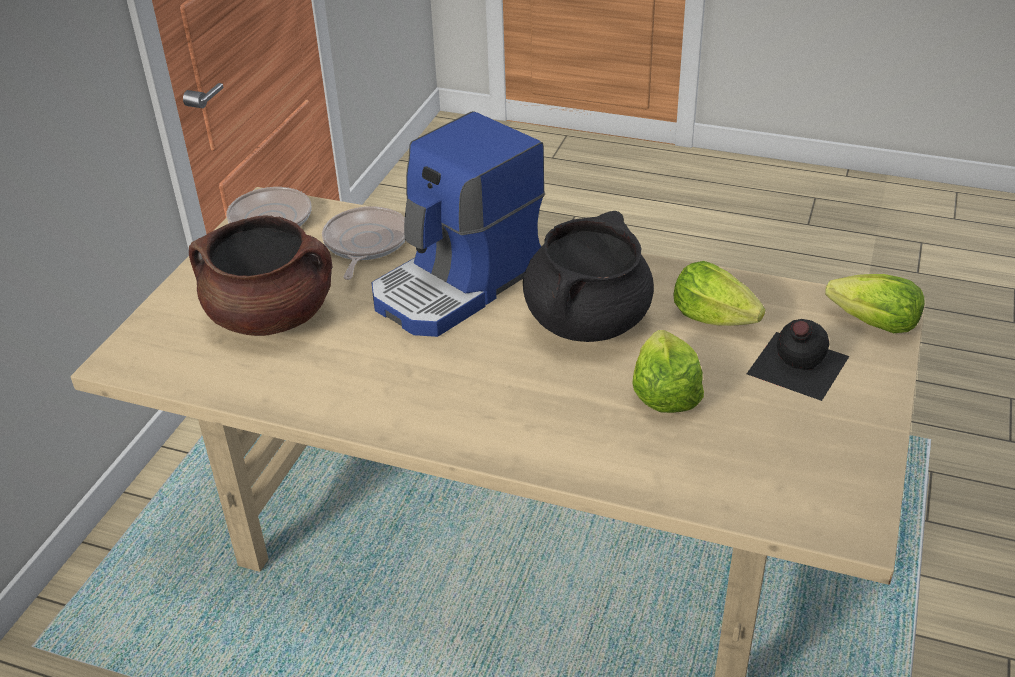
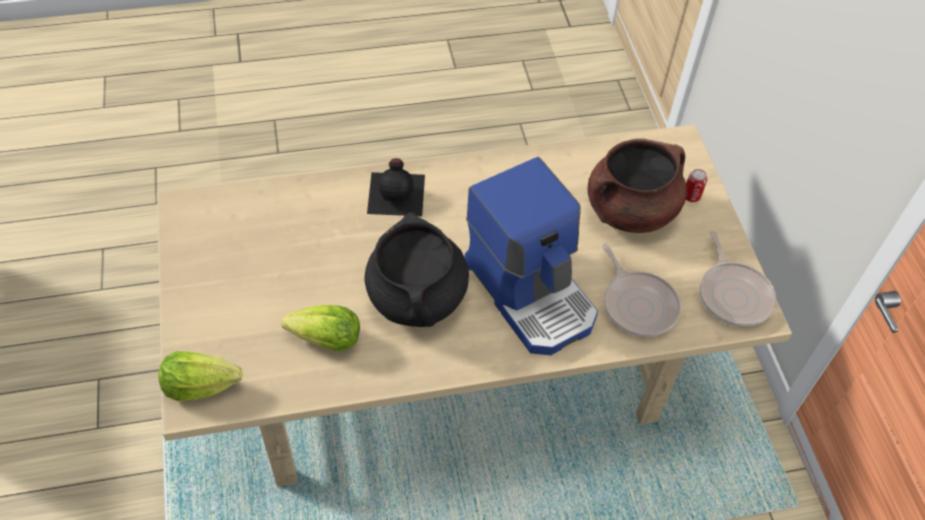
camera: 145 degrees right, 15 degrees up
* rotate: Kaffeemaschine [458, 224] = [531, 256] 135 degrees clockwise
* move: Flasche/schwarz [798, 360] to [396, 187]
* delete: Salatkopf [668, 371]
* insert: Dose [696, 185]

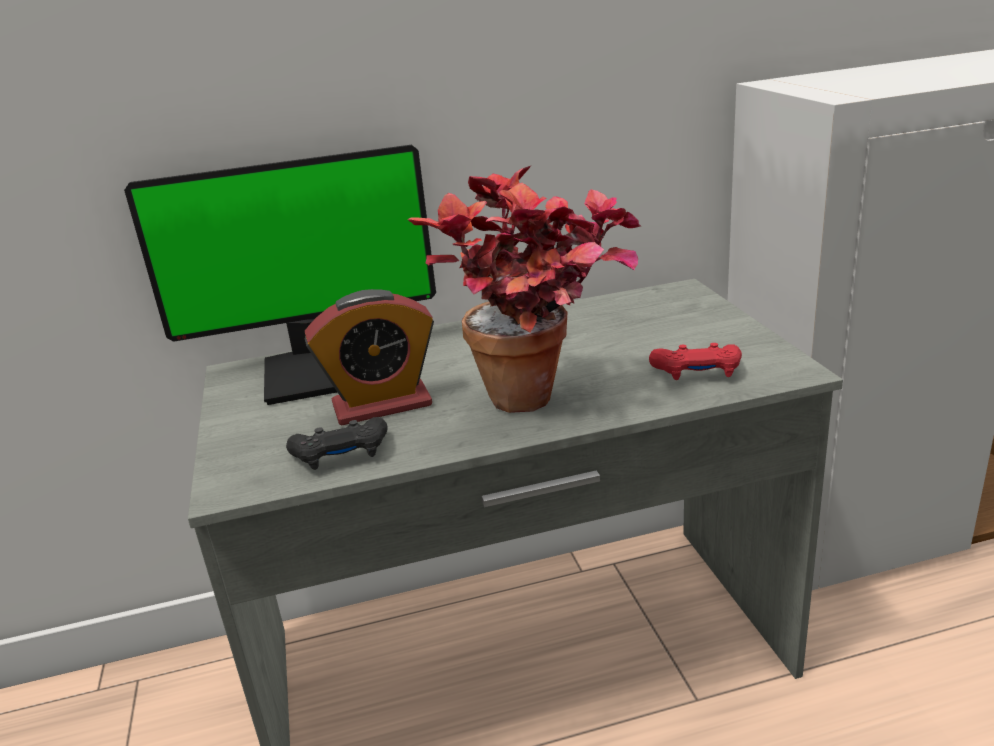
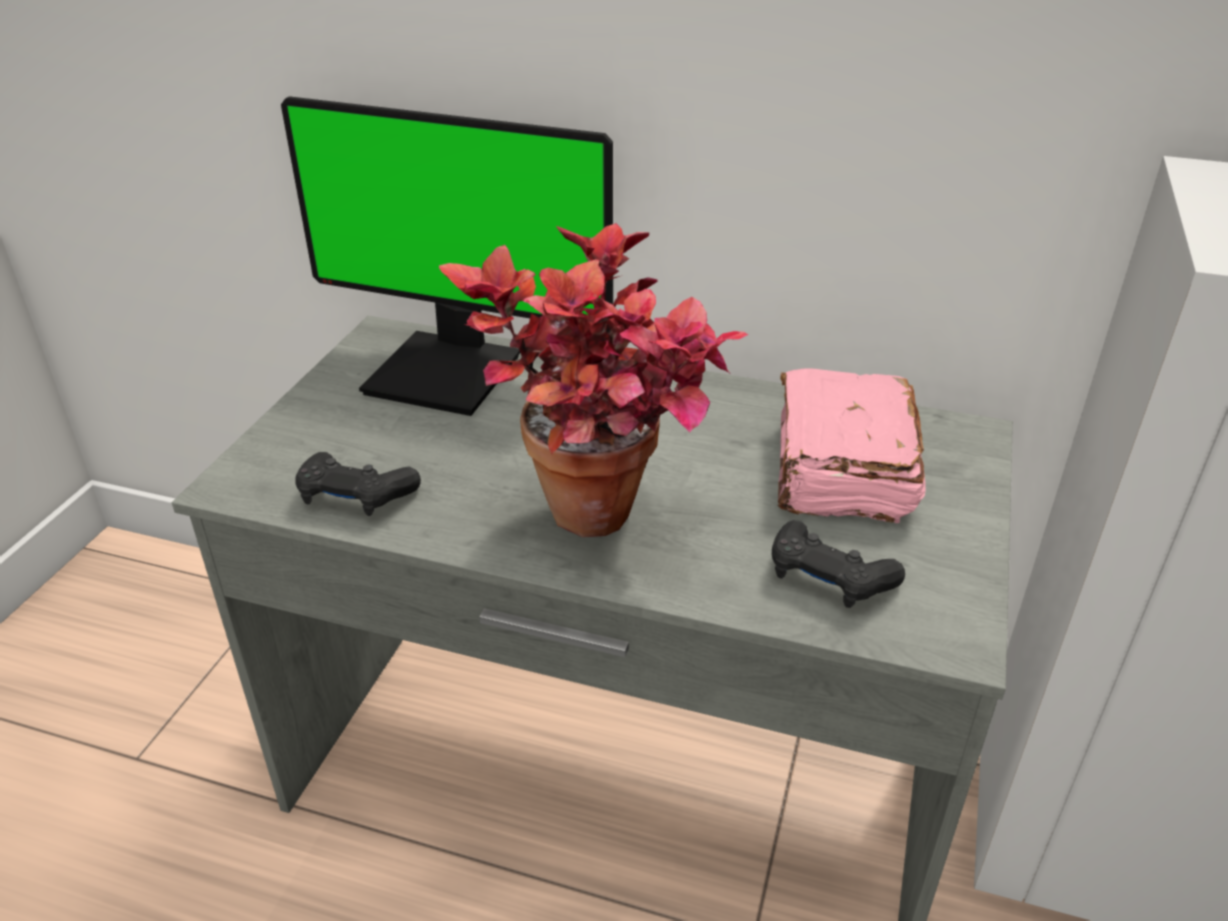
camera: 30 degrees right, 10 degrees up
* delete: Wecker [369, 357]
* recolor: Gamepad/rot [695, 361] to Gamepad/schwarz [838, 564]
* insert: Buch/rosa [852, 445]

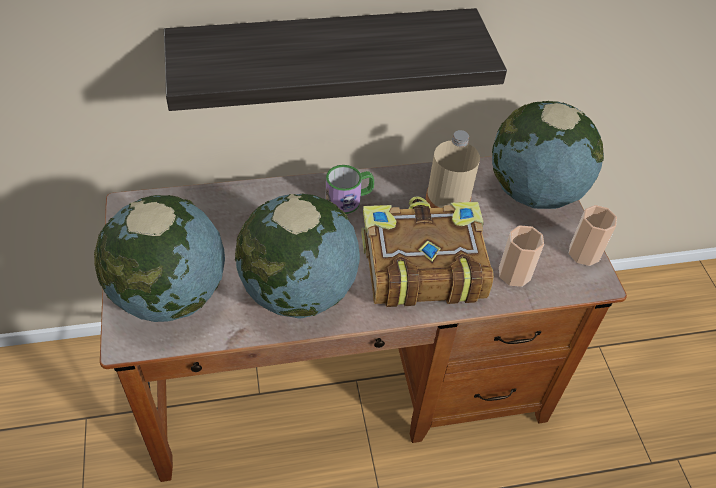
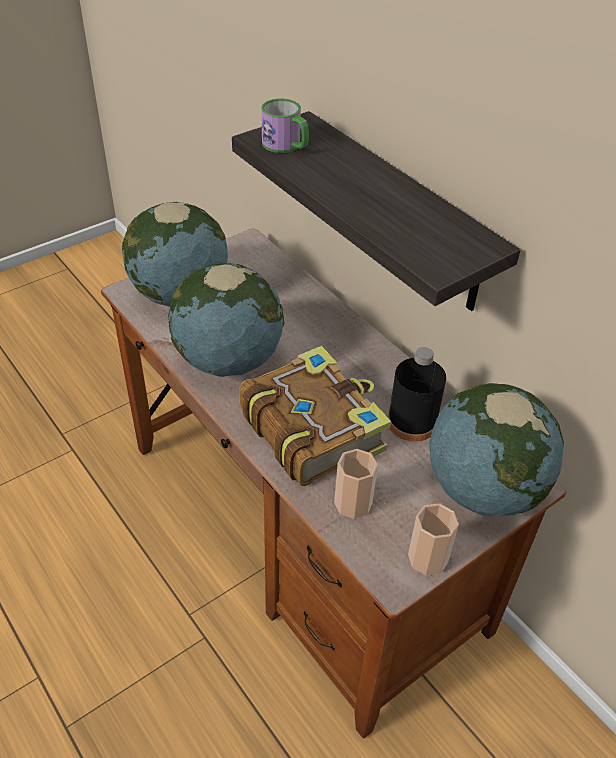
camera: 65 degrees right, 5 degrees down
* recolor: Flasche/beige [453, 169] to Flasche/schwarz [417, 394]
* move: Henkelbecher [350, 189] to [285, 125]

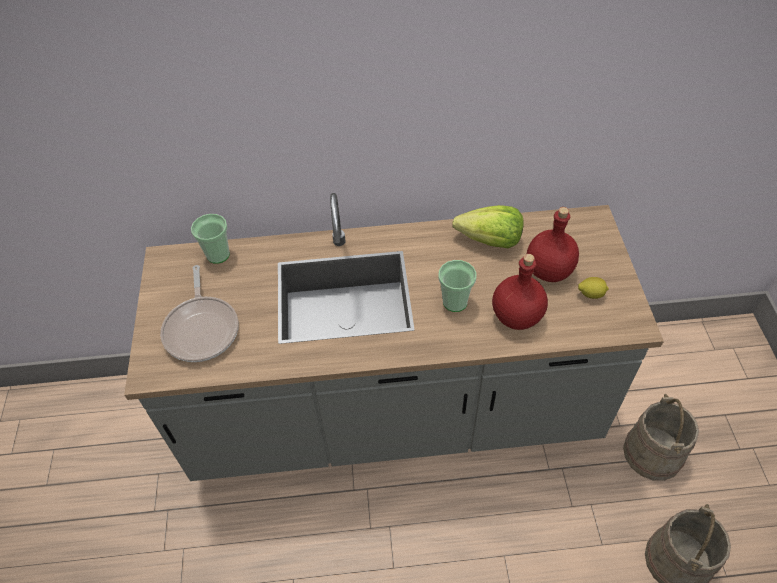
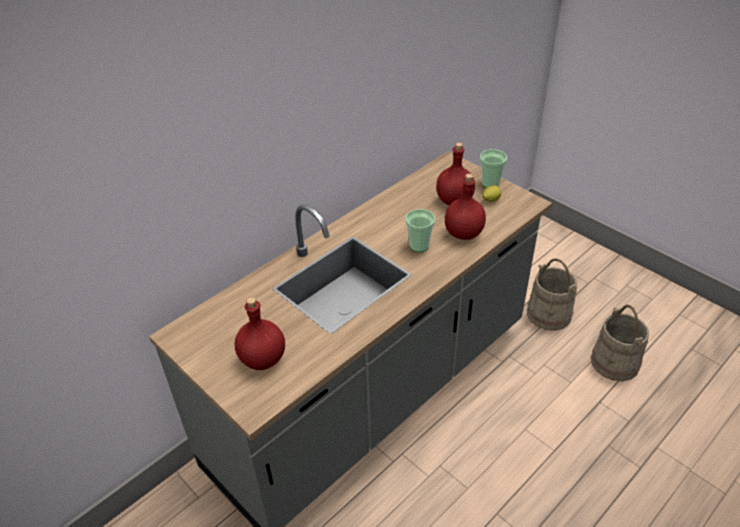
camera: 40 degrees left, 10 degrees down
* delete: Salatkopf [488, 226]
* move: Tasse [210, 239] to [493, 168]
* replace: Pfanne [199, 313] to Flasche/rot [259, 333]

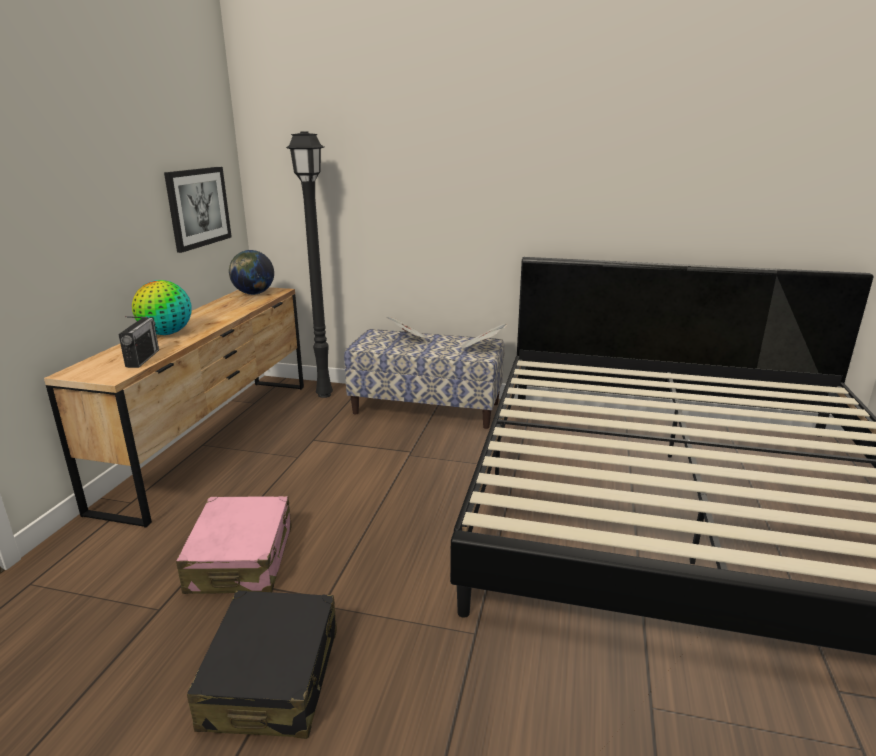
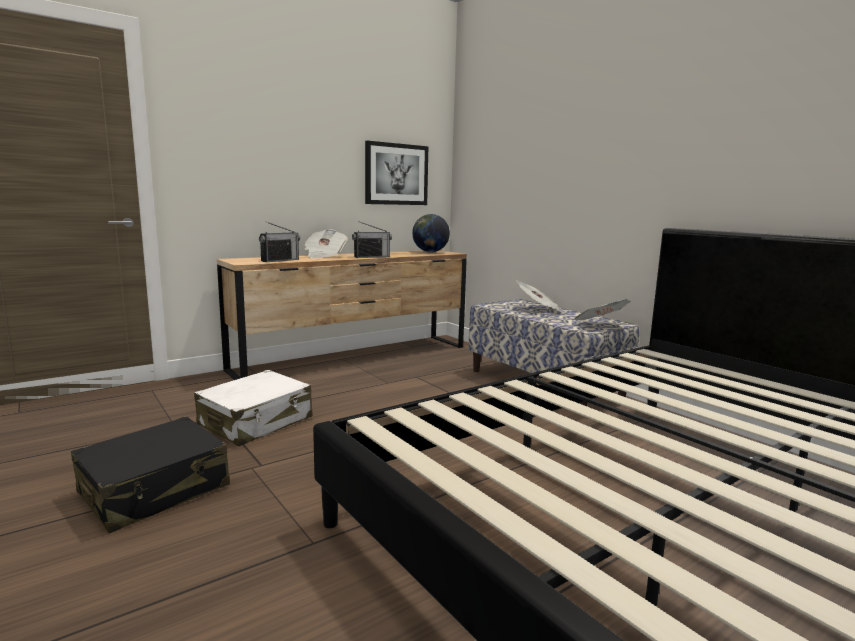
camera: 40 degrees right, 10 degrees down
* delete: Stehlampe/schwarz [309, 265]
* replace: Globus [161, 307] to Zeitung [326, 243]
* recolor: Koffer/rosa [234, 545] to Koffer/weiß [253, 408]
* insert: Radio [372, 239]

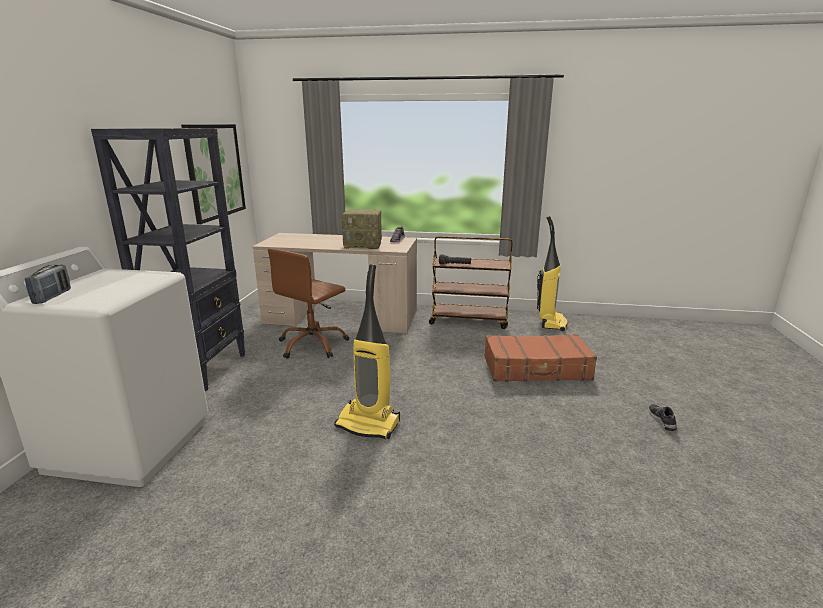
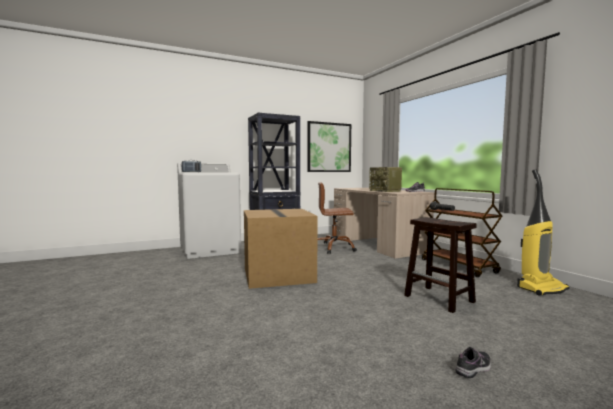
camera: 55 degrees right, 15 degrees down
* replace: Staubsauger [367, 351] to Karton [280, 249]
* replace: Koffer/braun [540, 358] to Hocker/braun [440, 265]

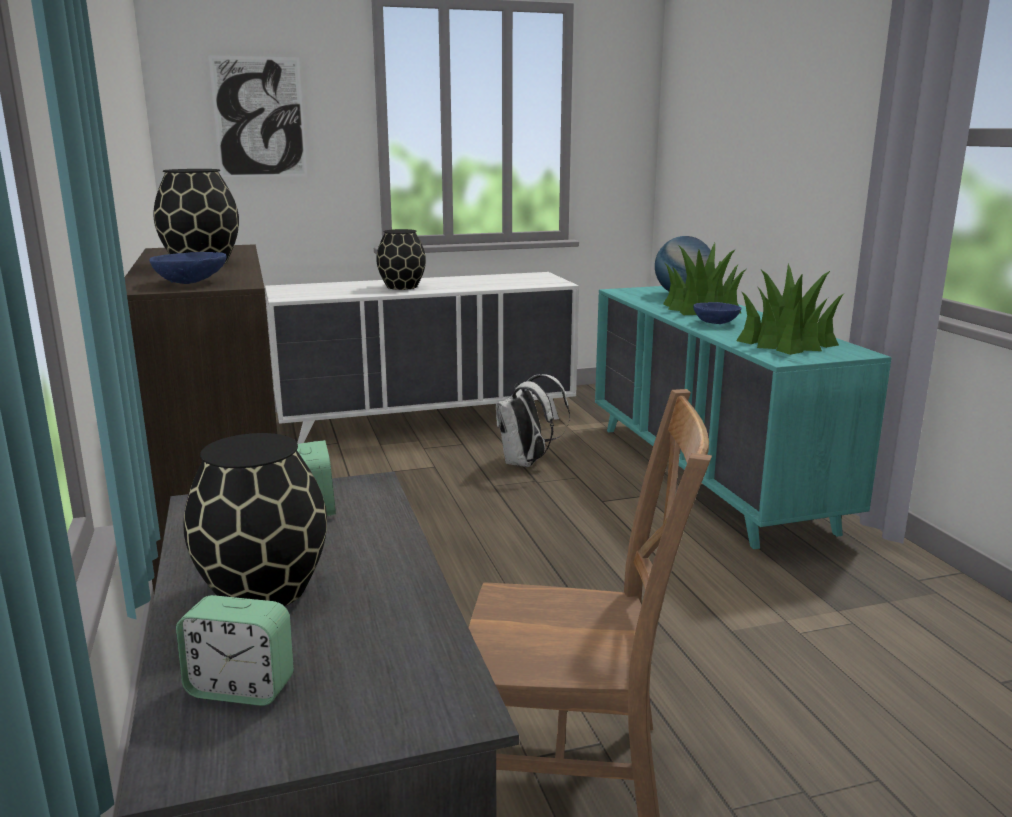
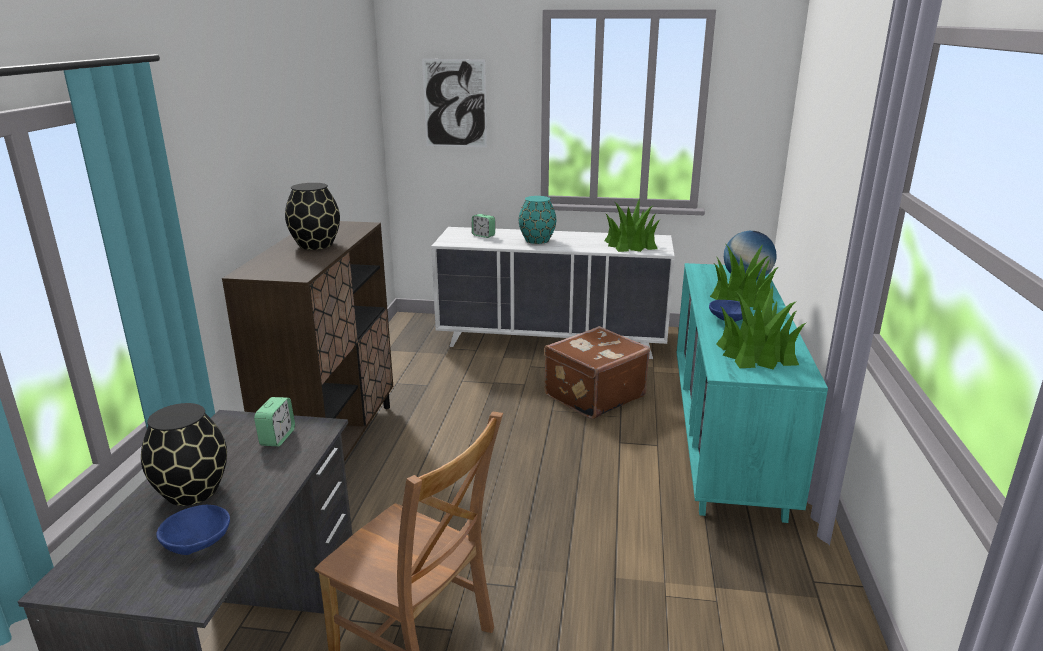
camera: 25 degrees right, 5 degrees up
* recolor: Vase/schwarz [401, 259] to Vase/türkis [537, 220]
* move: Schüssel/blau [188, 268] to [193, 530]
* replace: Rucksack/weiß [533, 420] to Koffer/braun [597, 372]
* move: Wecker [235, 650] to [483, 226]
* insert: Topfpflanze [632, 225]

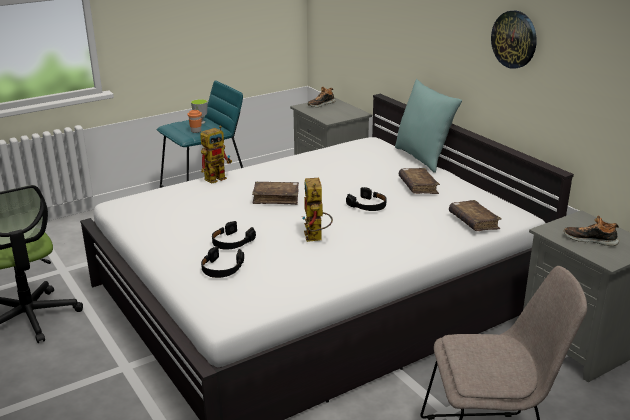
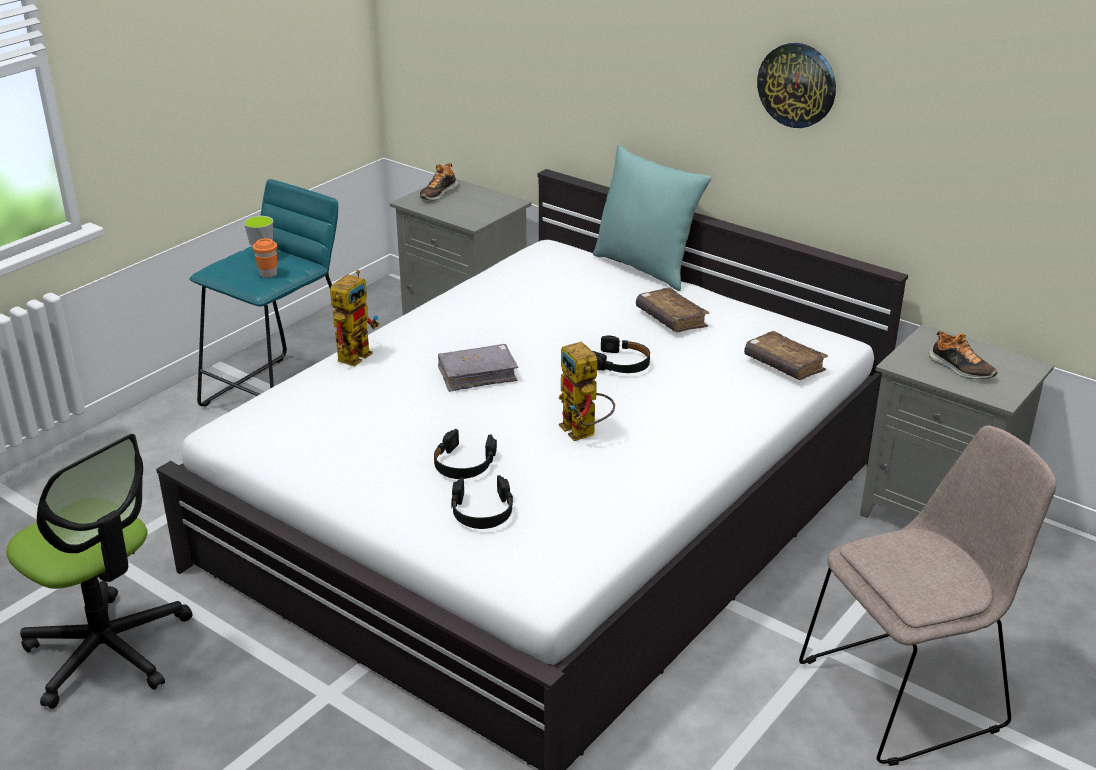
camera: 20 degrees left, 5 degrees up
* recolor: Buch/braun [275, 193] to Buch/grau [478, 368]
* rotate: Schuh [591, 231] = [963, 355] 135 degrees counterclockwise

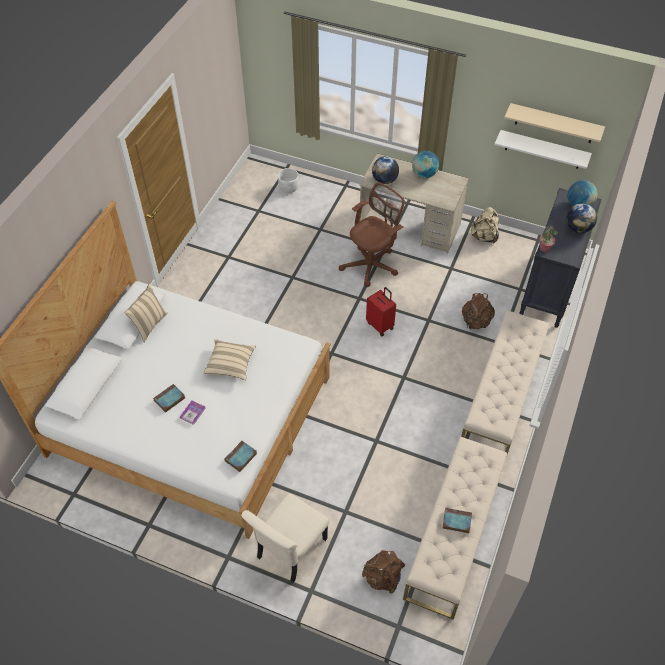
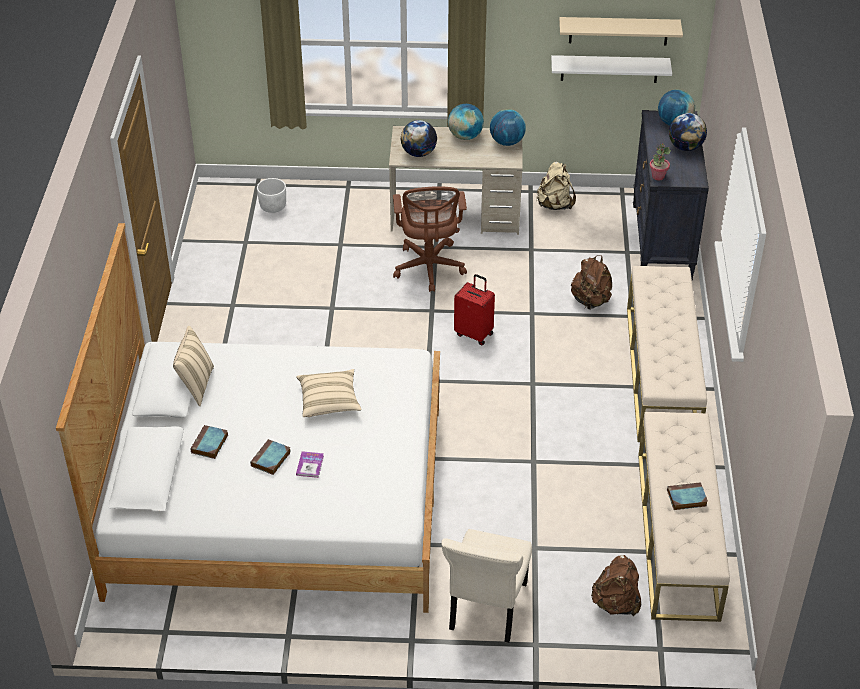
camera: 20 degrees left, 10 degrees down
* rotate: Bürostuhl/braun [372, 234] = [430, 239] 150 degrees clockwise
* move: Buch [240, 456] to [209, 442]
* insert: Globus [508, 127]

